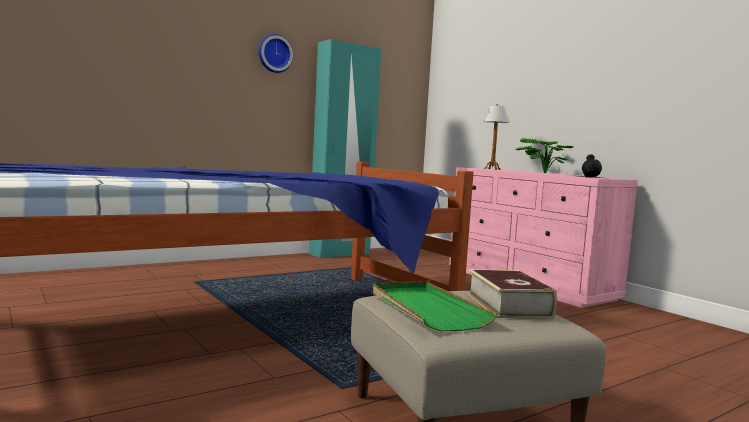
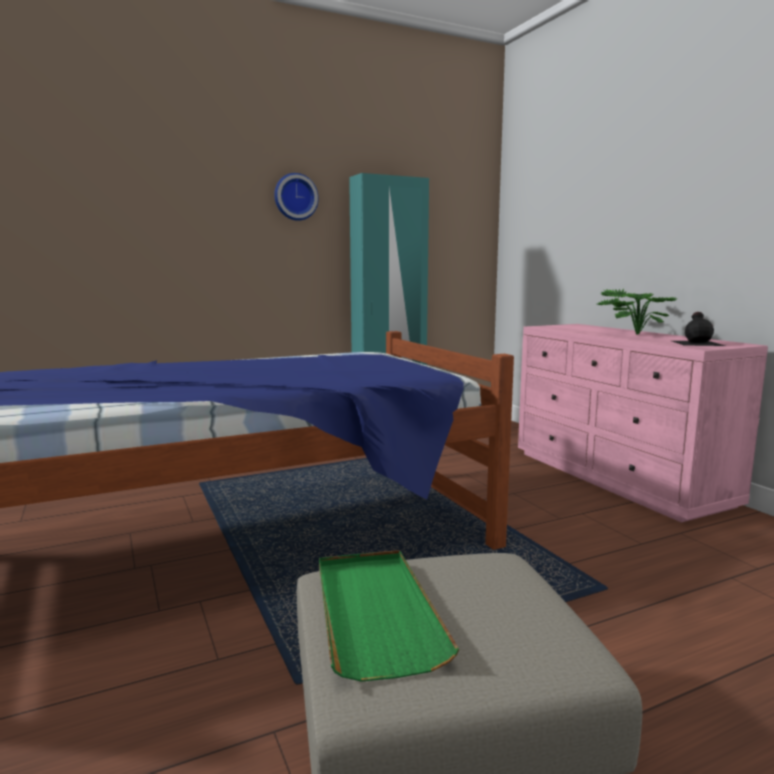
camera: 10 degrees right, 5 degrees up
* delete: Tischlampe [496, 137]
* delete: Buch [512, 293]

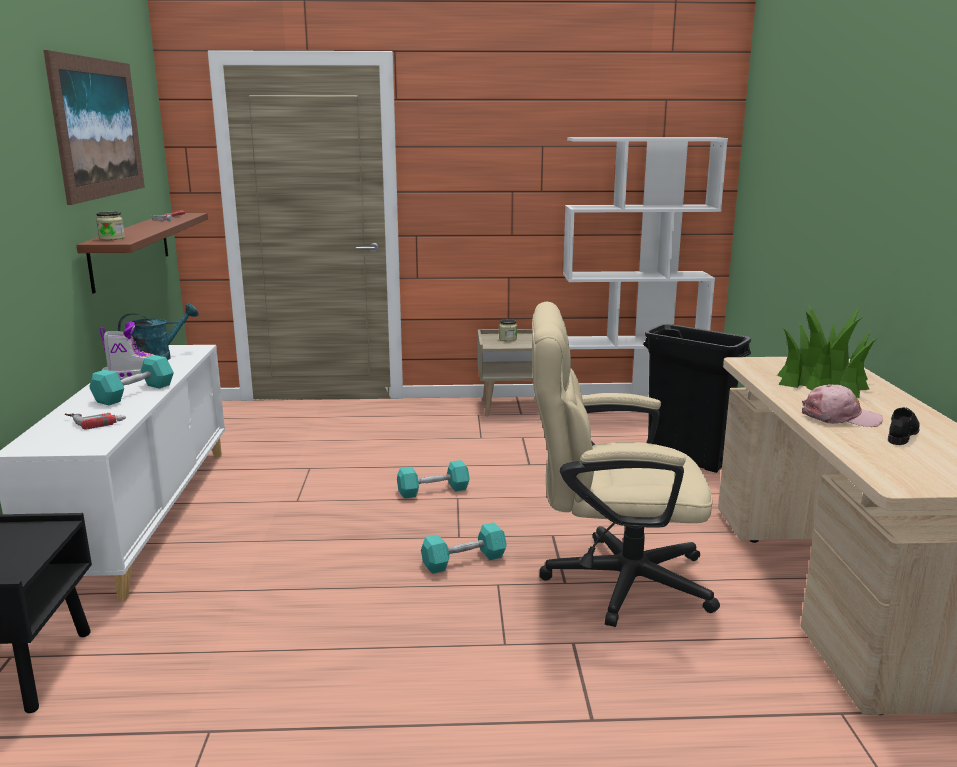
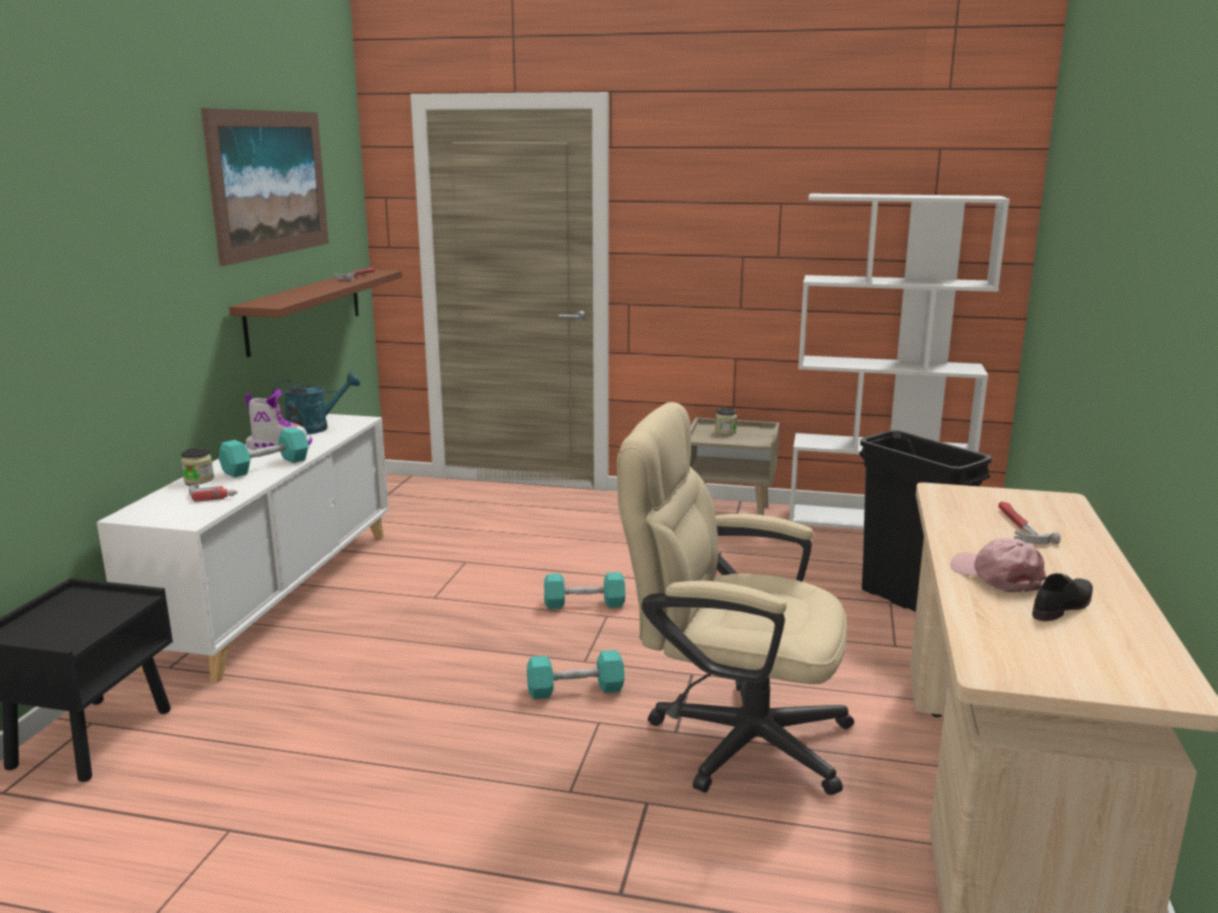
camera: 15 degrees right, 0 degrees up
* move: Vorratsglas [110, 225] to [197, 466]
* replace: Topfpflanze [827, 351] to Hammer [1030, 523]
* rotate: Kappe/rosa [842, 405] = [998, 565] 150 degrees counterclockwise

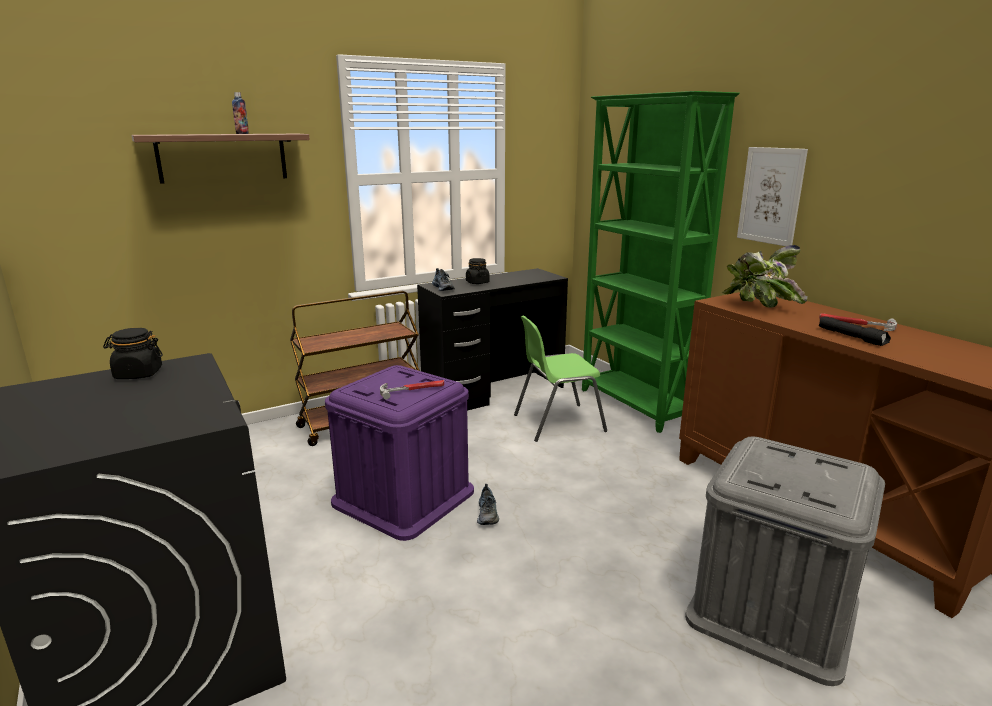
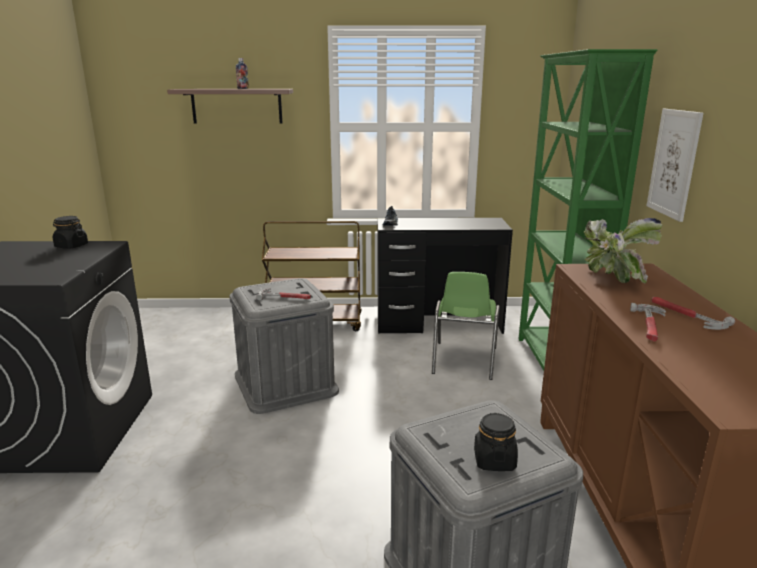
camera: 30 degrees right, 0 degrees up
* move: Vorratsglas/schwarz [478, 271] to [496, 442]
* rotate: Stuhl/grün [560, 379] = [466, 326] 90 degrees counterclockwise
* replace: Taschenlampe/schwarz [855, 331] to Hammer [648, 322]
* recolor: Aufbewahrungsbox/lila [399, 453] to Aufbewahrungsbox/grau [284, 346]
* delete: Schuh [488, 504]

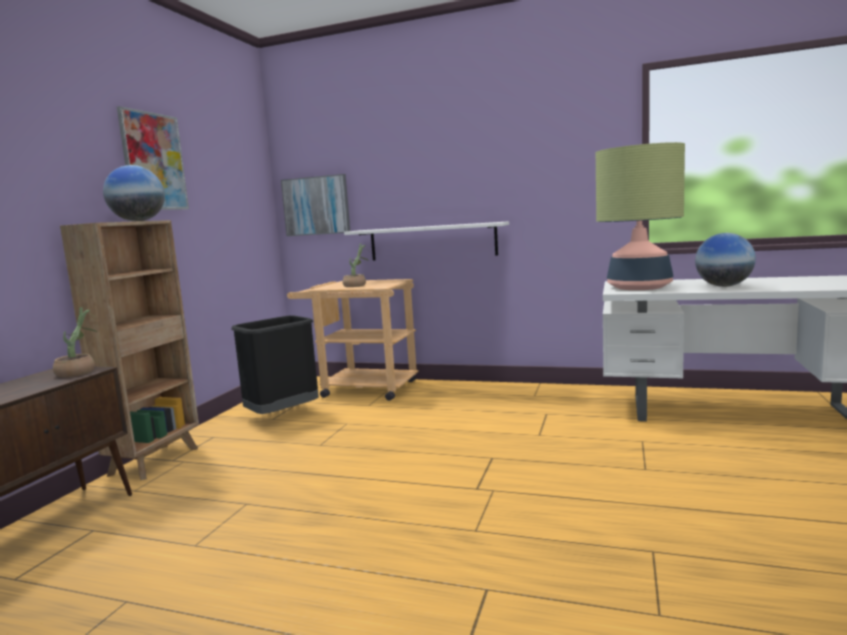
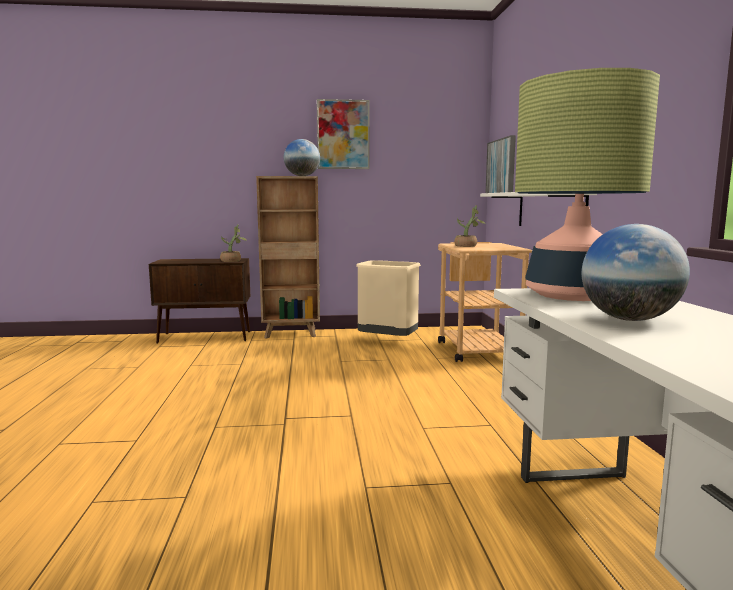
camera: 65 degrees right, 0 degrees up
* recolor: Mülleimer/schwarz [275, 364] to Mülleimer/beige [388, 298]

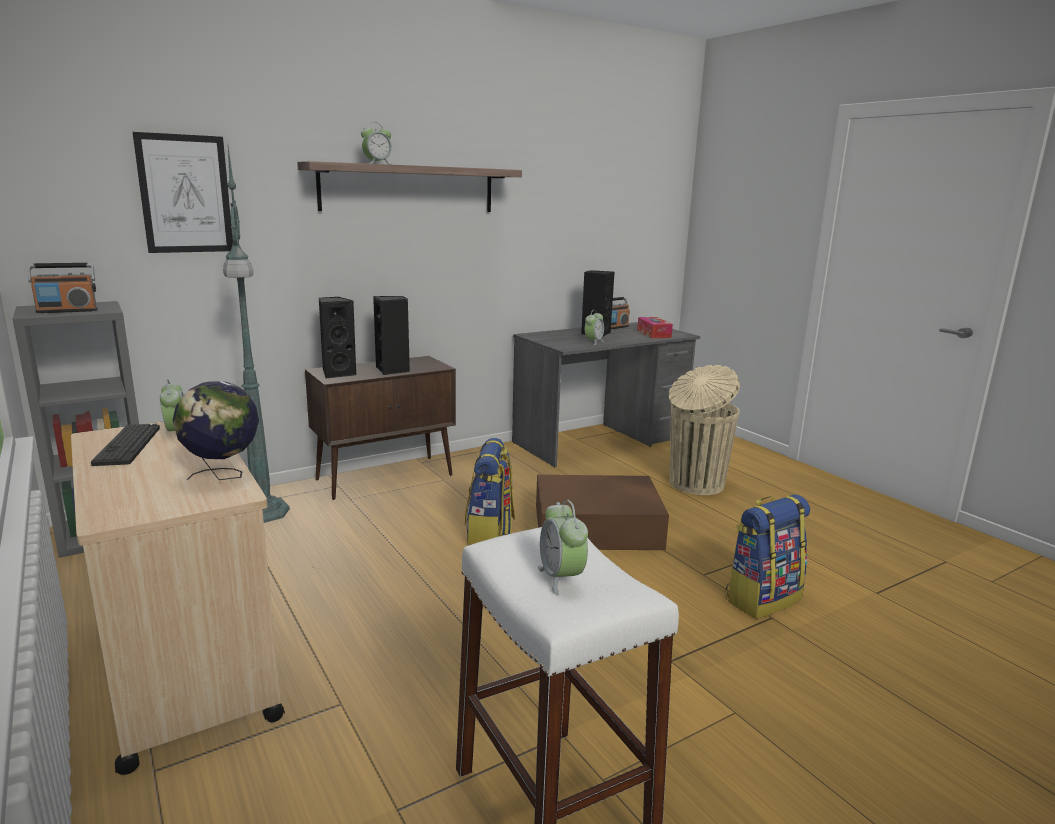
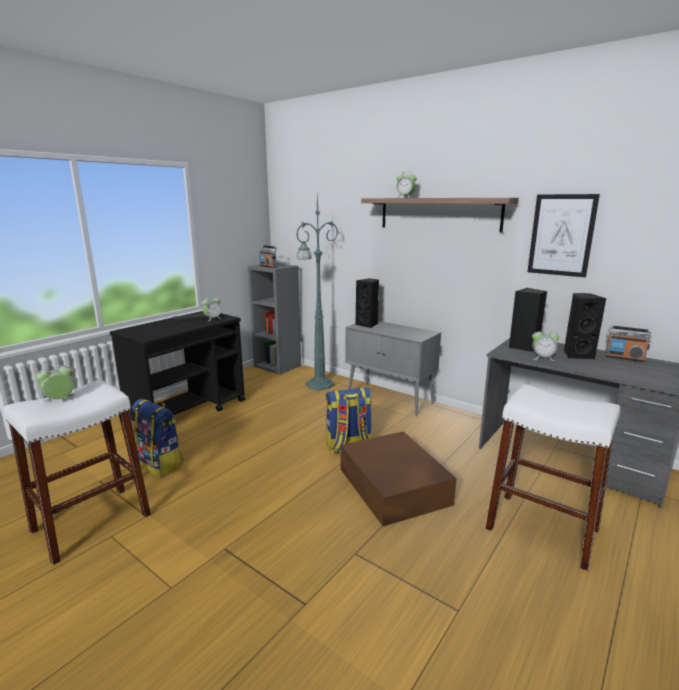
camera: 70 degrees right, 0 degrees up
* move: Bild [183, 192] to [564, 235]
* move: Lautsprecher/schwarz [391, 335] to [528, 320]
* delete: Taschentuchbox [655, 327]
* recolor: Schrank/braun [380, 428] to Schrank/grau [393, 368]
* replace: Mülleimer/beige [704, 430] to Hocker/weiß [552, 477]
* delete: Globus [216, 430]
* recolor: Rollwagen/beige [178, 598] to Rollwagen/schwarz [178, 366]
* move: Rucksack [767, 556] to [158, 438]

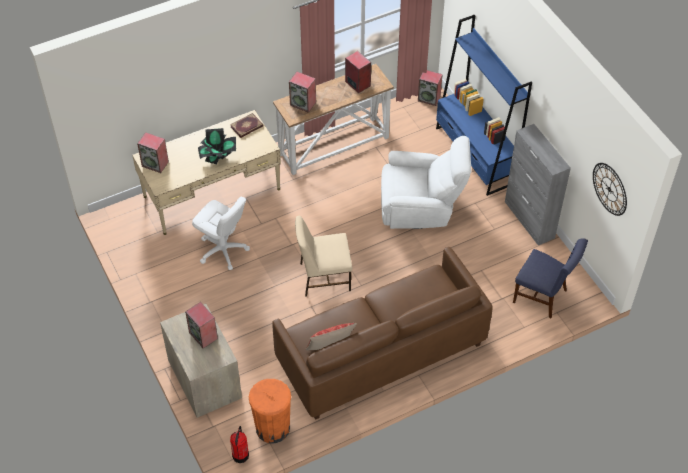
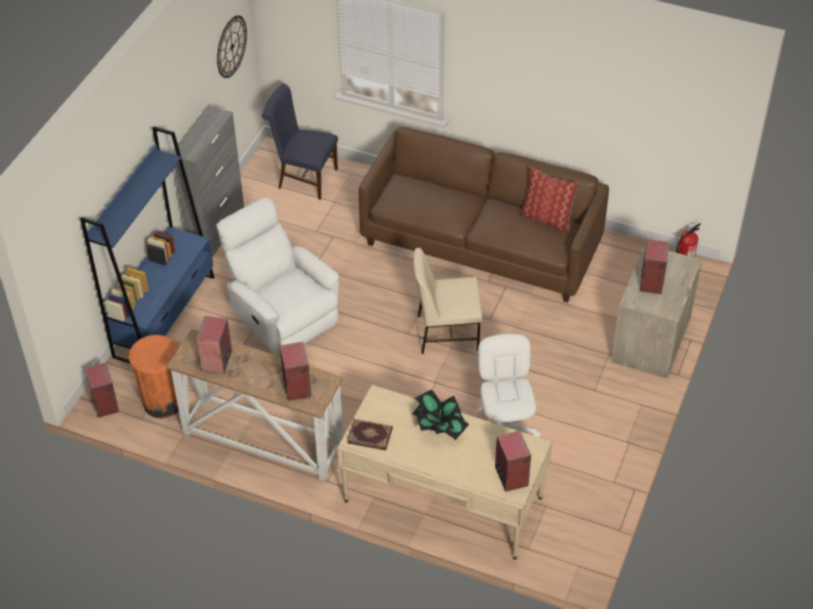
camera: 130 degrees left, 5 degrees down
* rotate: Stuhl/beige [323, 256] = [447, 301] 135 degrees clockwise
* rotate: Stuhl/blau [550, 278] = [300, 141] 60 degrees counterclockwise
* move: Mülleimer/orange [270, 411] to [153, 376]

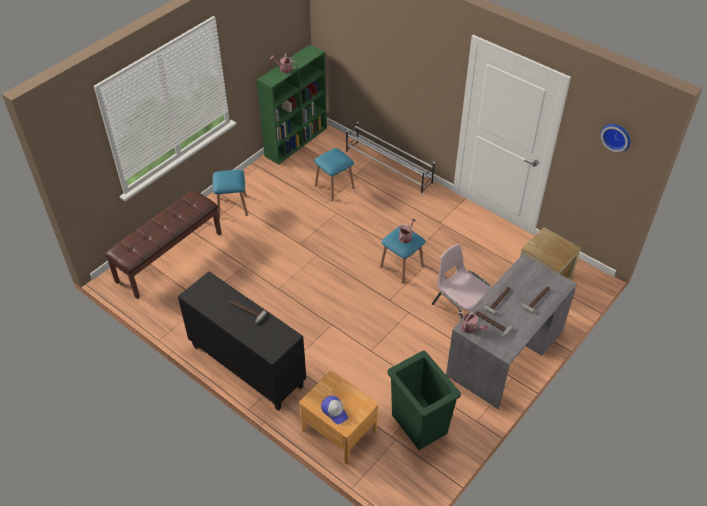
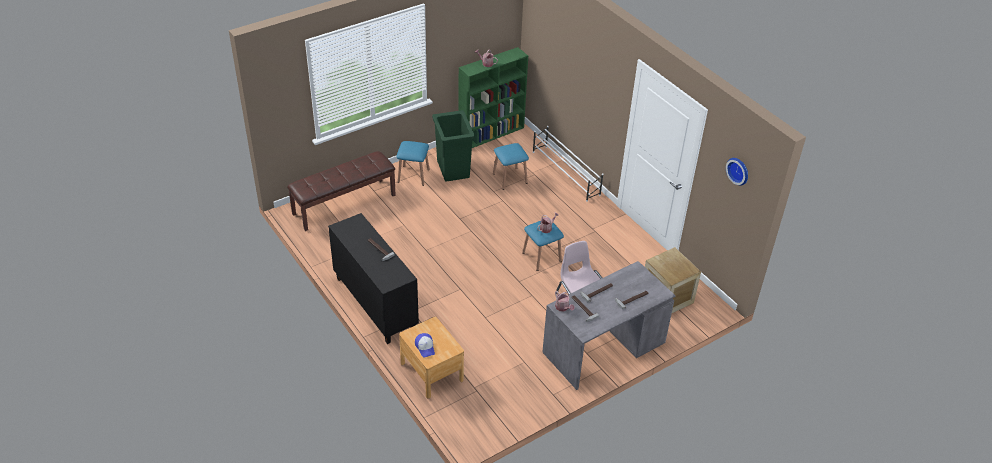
camera: 15 degrees right, 5 degrees down
* move: Mülleimer/grün [424, 400] to [453, 146]

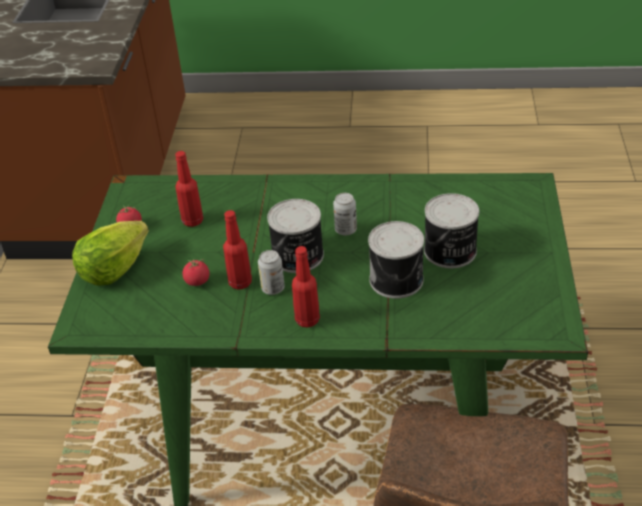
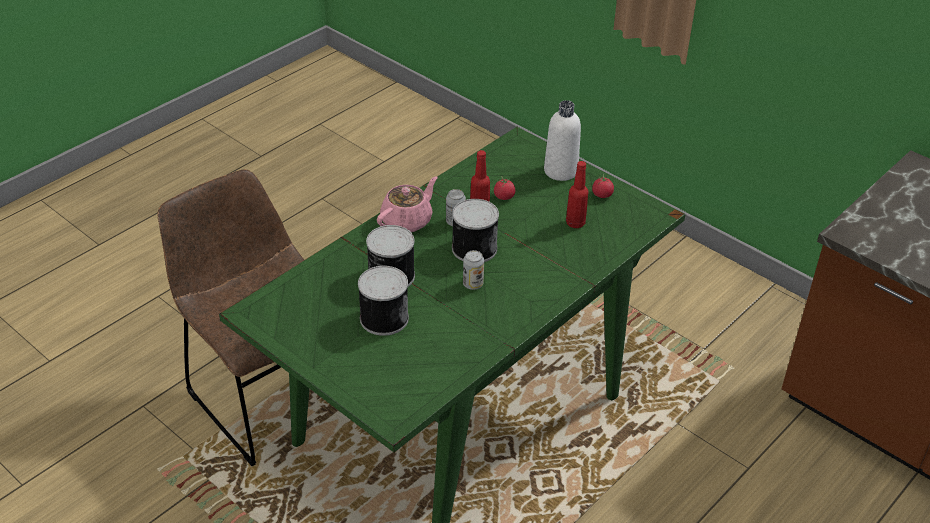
camera: 125 degrees right, 0 degrees up
* replace: Salatkopf [110, 253] to Flasche/weiß [562, 140]
* replace: Flasche/rot [306, 286] to Teekanne/rosa [407, 204]

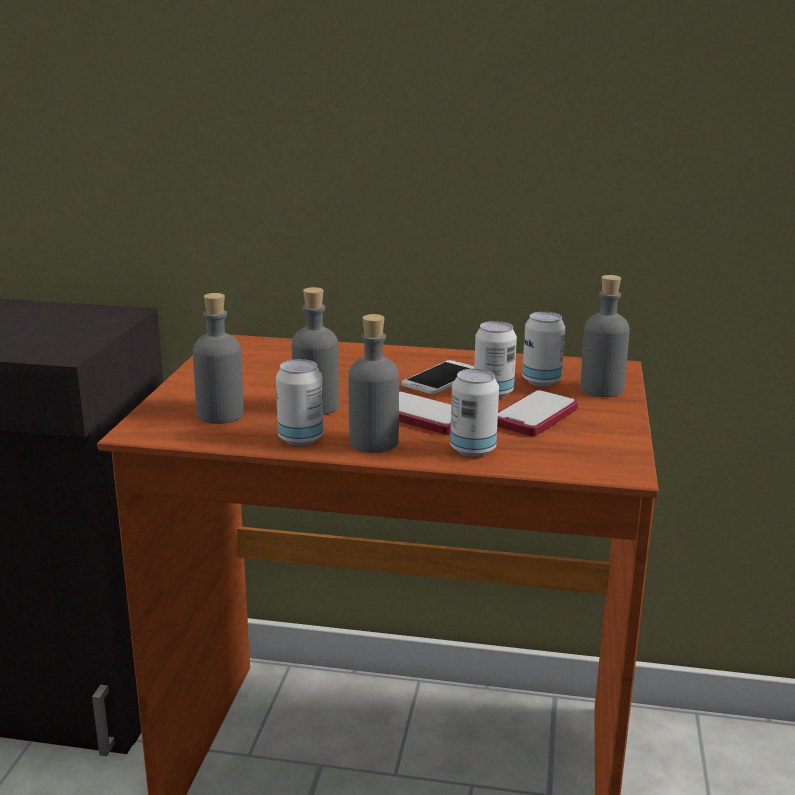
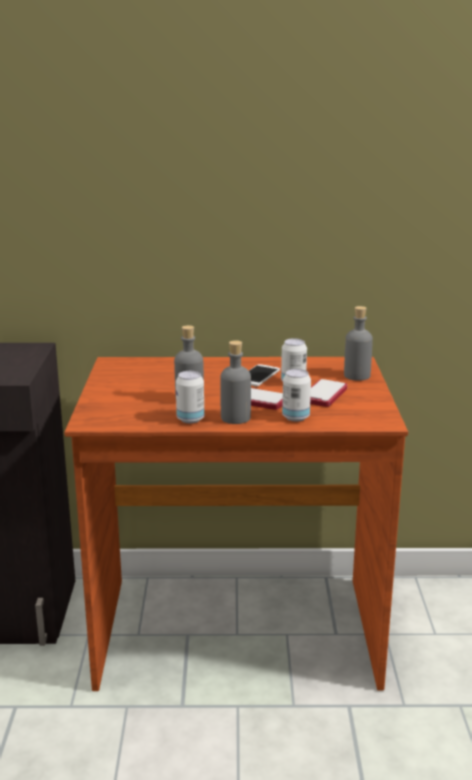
camera: 10 degrees left, 0 degrees up
* delete: Flasche/grau [218, 358]
* delete: Dose [543, 349]

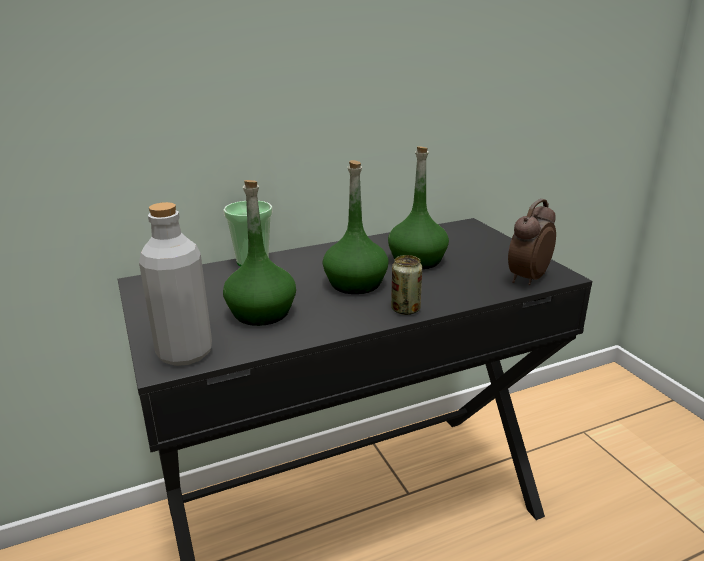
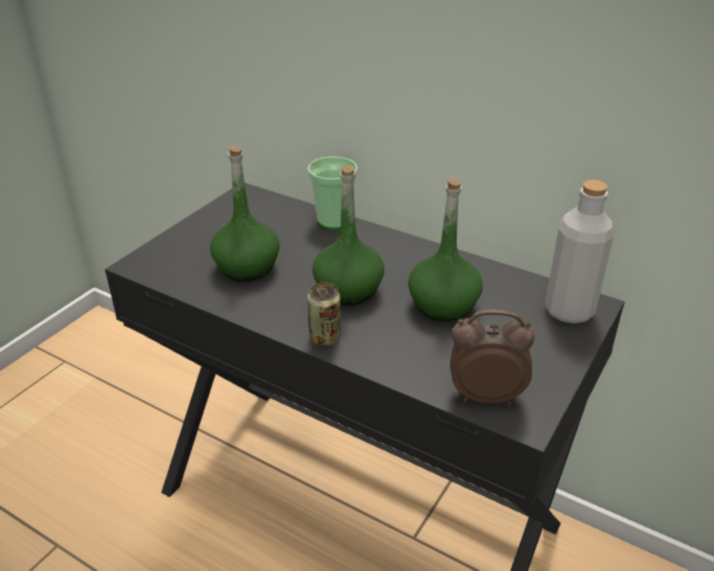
camera: 55 degrees right, 10 degrees up
* move: Flasche/grau [175, 284] to [579, 252]

